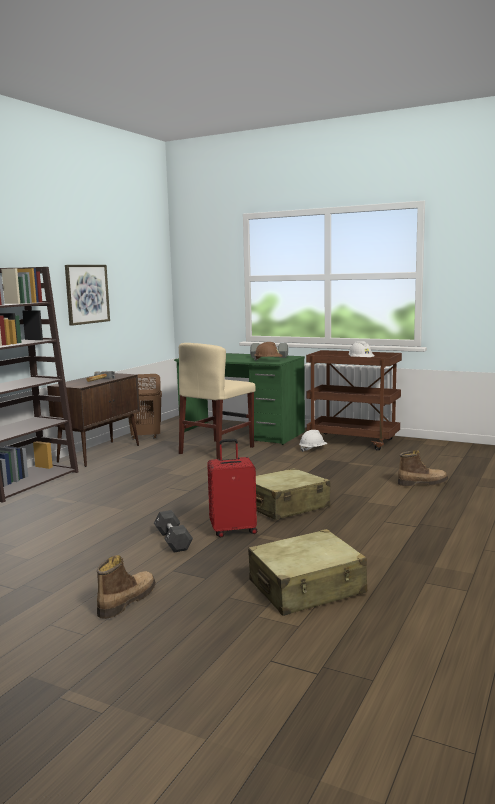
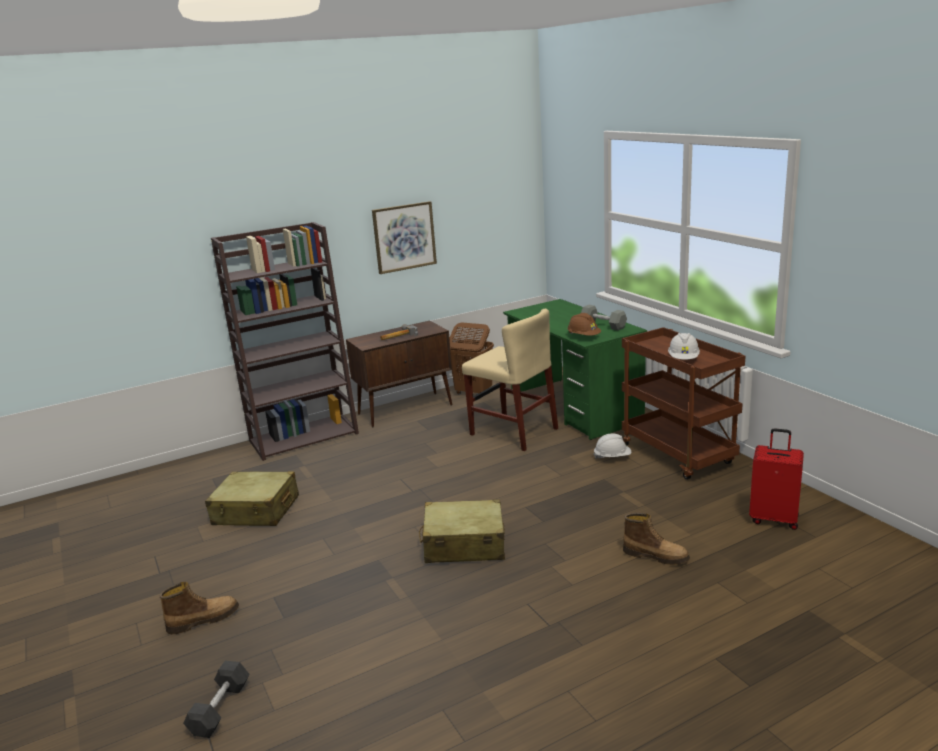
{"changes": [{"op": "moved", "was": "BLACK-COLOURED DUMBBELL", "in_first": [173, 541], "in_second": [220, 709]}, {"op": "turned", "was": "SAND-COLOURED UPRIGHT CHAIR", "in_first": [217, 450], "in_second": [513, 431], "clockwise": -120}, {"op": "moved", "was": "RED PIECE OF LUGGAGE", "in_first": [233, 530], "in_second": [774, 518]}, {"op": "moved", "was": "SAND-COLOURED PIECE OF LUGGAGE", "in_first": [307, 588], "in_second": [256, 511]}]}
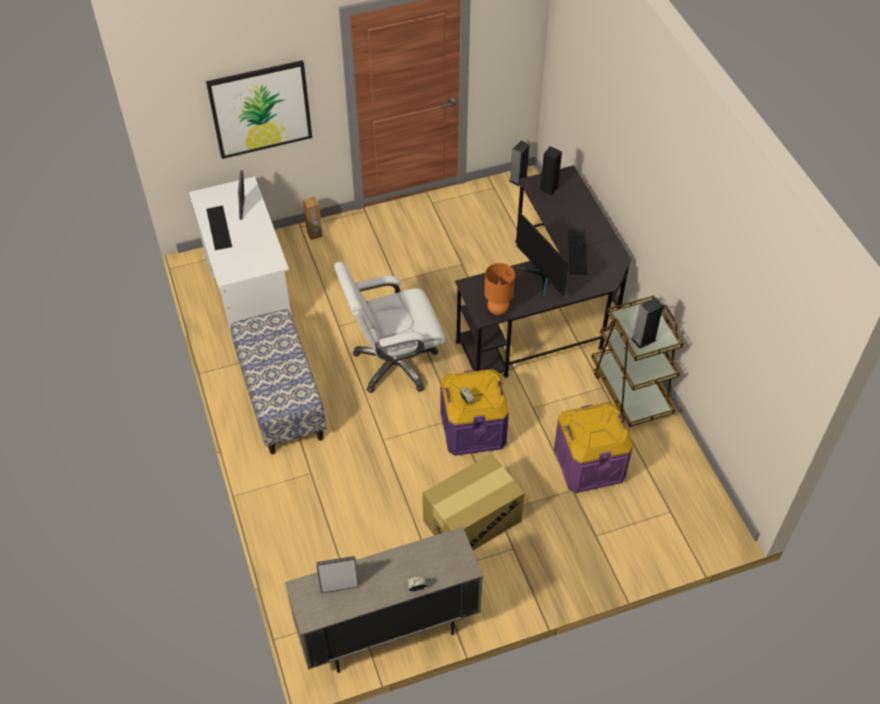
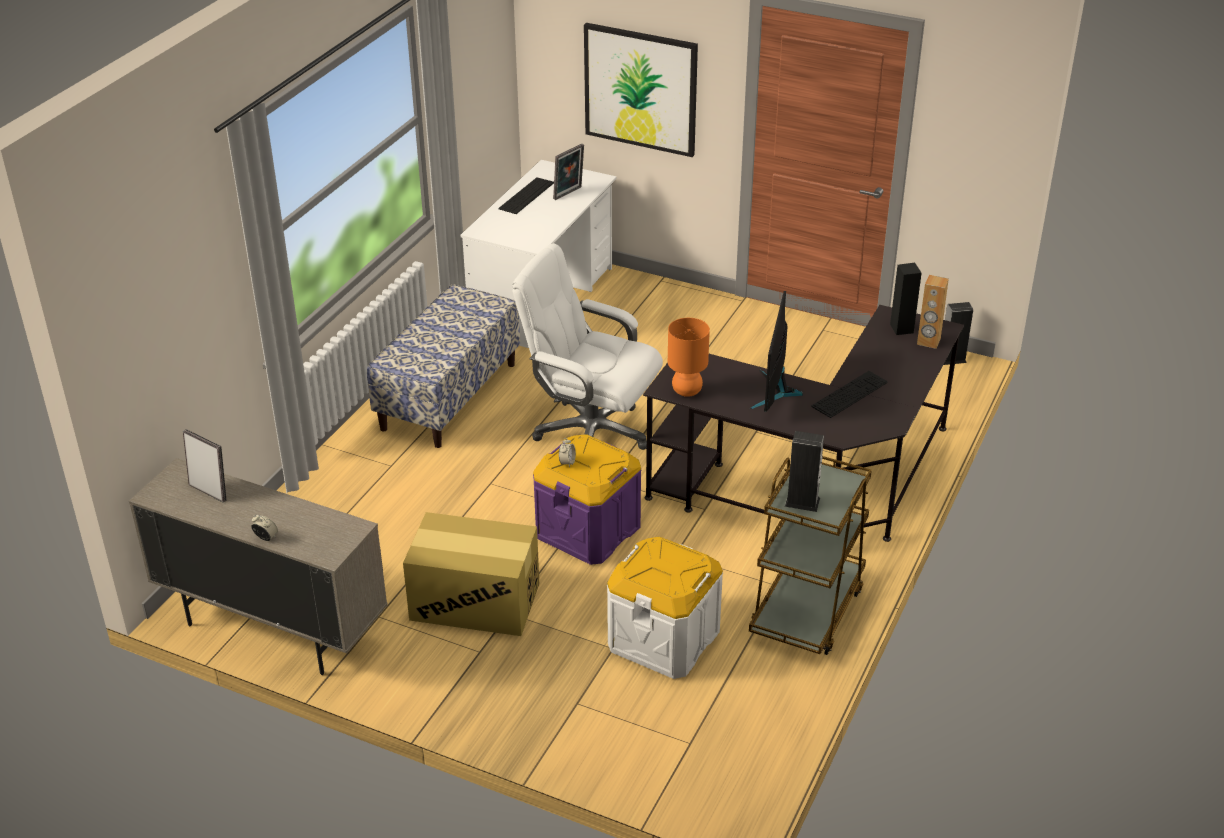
{"changes": [{"op": "moved", "was": "BROWNISH LOUDSPEAKER", "in_first": [315, 234], "in_second": [928, 342]}, {"op": "recoloured", "was": "PURPLE-COLOURED STORAGE CONTAINER", "now": "WHITE-COLOURED STORAGE CONTAINER", "in_first": [589, 463], "in_second": [663, 639]}]}
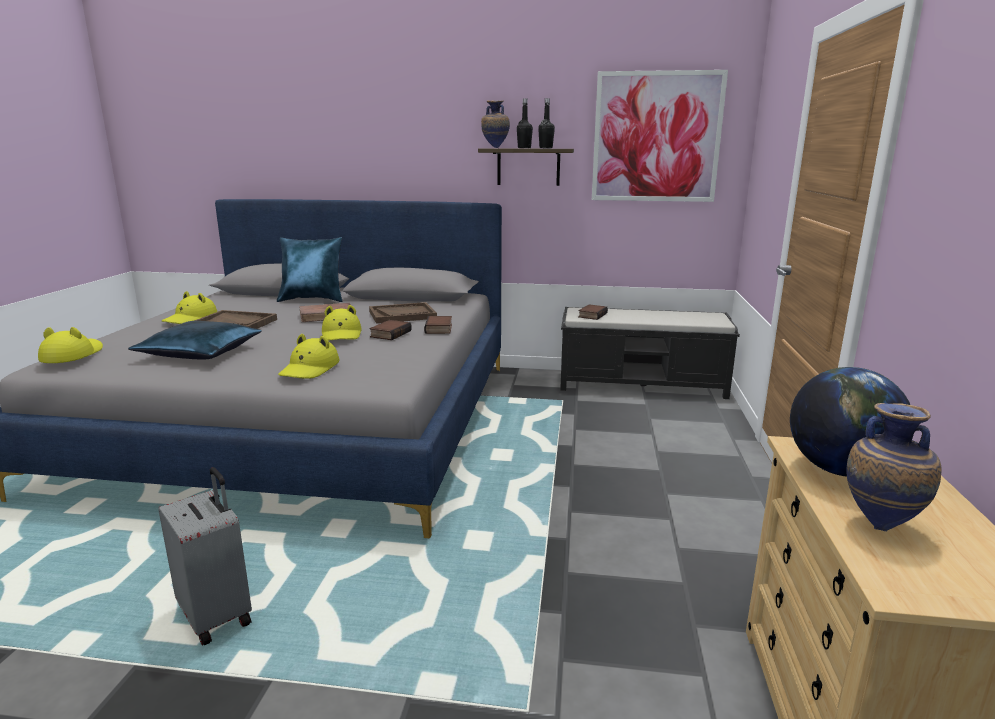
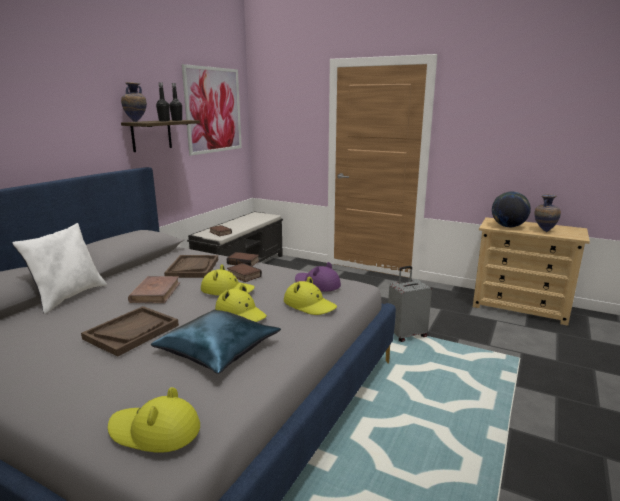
{"changes": [{"op": "moved", "was": "GRAY PIECE OF LUGGAGE", "in_first": [218, 615], "in_second": [406, 335]}, {"op": "moved", "was": "YELLOW CLOTHING HAT", "in_first": [191, 318], "in_second": [241, 314]}, {"op": "recoloured", "was": "BLUISH CUSHION", "now": "WHITE-COLOURED CUSHION", "in_first": [313, 299], "in_second": [69, 297]}, {"op": "added", "now": "PURPLE-COLOURED CLOTHING HAT", "in_second": [317, 284]}]}
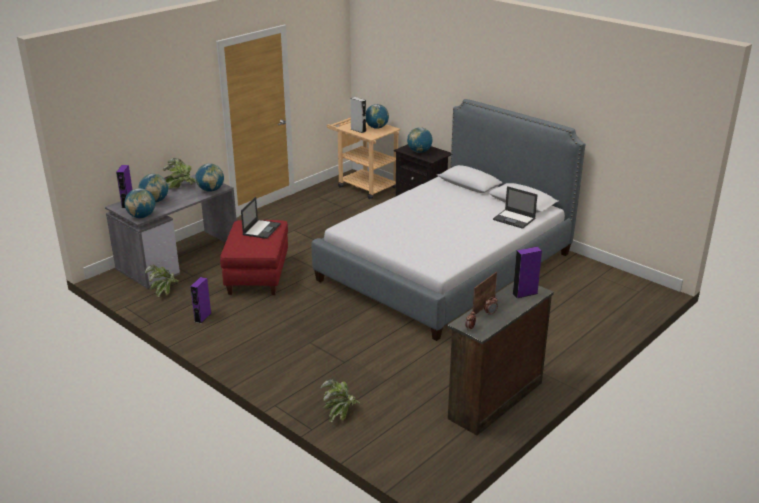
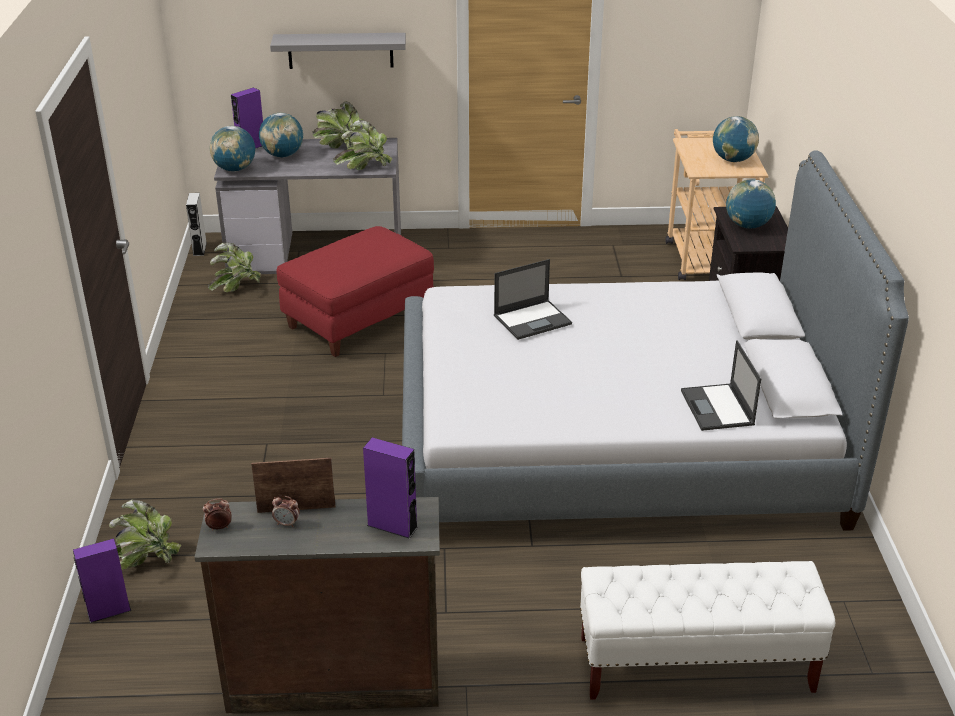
{"changes": [{"op": "moved", "was": "PURPLE-COLOURED LOUDSPEAKER", "in_first": [202, 317], "in_second": [109, 611]}, {"op": "replaced", "was": "GLOBE", "now": "PLANT IN A POT", "in_first": [211, 190], "in_second": [364, 167]}, {"op": "moved", "was": "LAPTOP", "in_first": [261, 229], "in_second": [533, 319]}, {"op": "moved", "was": "GRAY LOUDSPEAKER", "in_first": [358, 130], "in_second": [199, 249]}, {"op": "added", "now": "GRAY SHELF", "in_second": [340, 50]}, {"op": "added", "now": "WHITE-COLOURED INDOOR BENCH", "in_second": [695, 665]}]}
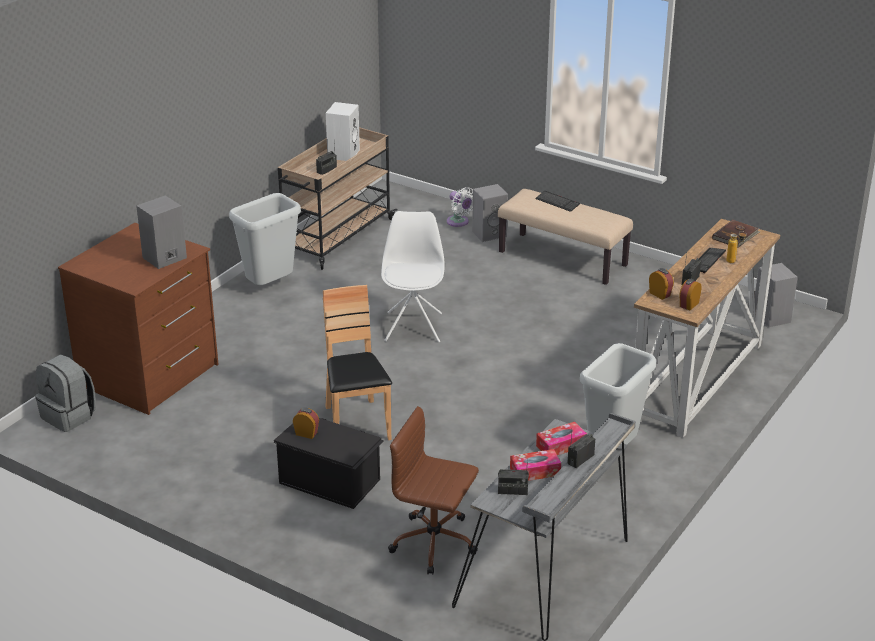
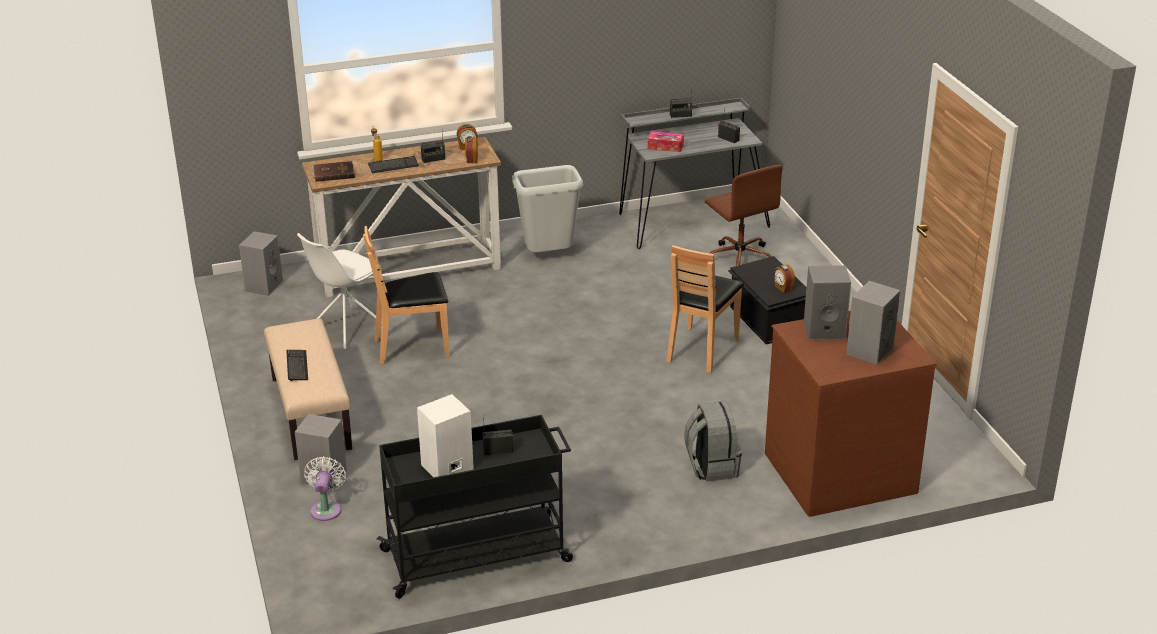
{"changes": [{"op": "moved", "was": "GRAY BACKPACK", "in_first": [69, 416], "in_second": [711, 466]}, {"op": "removed", "was": "GRAY WASTE BIN", "in_first": [270, 286]}, {"op": "recoloured", "was": "SAND-COLOURED TROLLEY", "now": "BLACK-COLOURED TROLLEY", "in_first": [336, 237], "in_second": [478, 555]}, {"op": "moved", "was": "WHITE-COLOURED UPRIGHT CHAIR", "in_first": [413, 326], "in_second": [346, 329]}, {"op": "removed", "was": "BOX OF TISSUES", "in_first": [535, 471]}, {"op": "added", "now": "BROWNISH UPRIGHT CHAIR", "in_second": [412, 347]}, {"op": "added", "now": "GRAY LOUDSPEAKER", "in_second": [869, 350]}]}
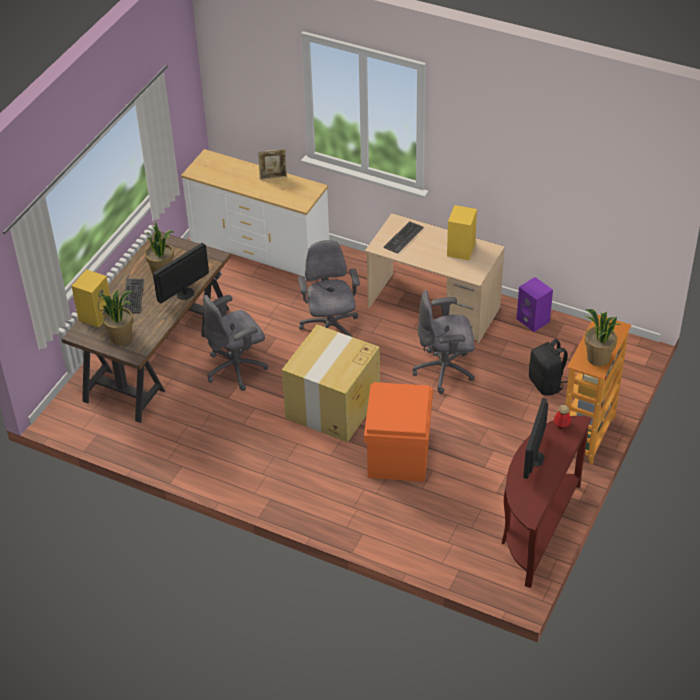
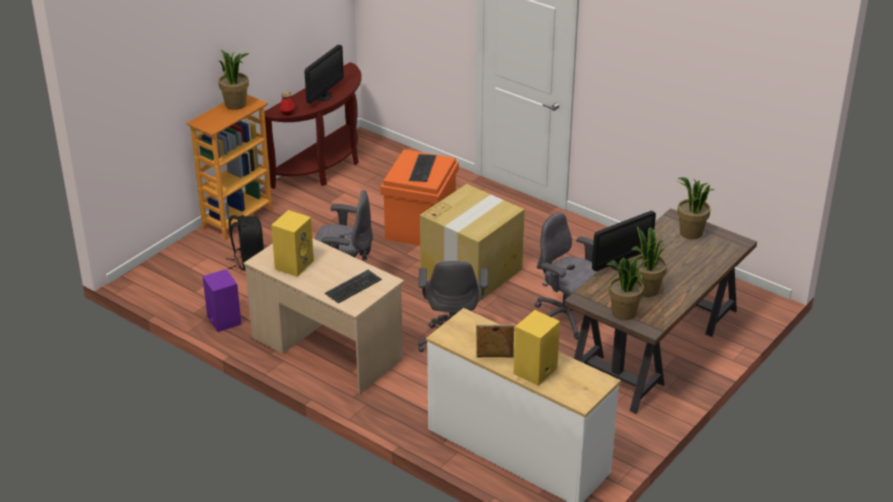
{"changes": [{"op": "moved", "was": "YELLOW LOUDSPEAKER", "in_first": [95, 314], "in_second": [535, 372]}, {"op": "moved", "was": "COMPUTER KEYBOARD", "in_first": [133, 296], "in_second": [422, 168]}, {"op": "turned", "was": "GRAY DESK CHAIR", "in_first": [237, 368], "in_second": [566, 319], "clockwise": -120}, {"op": "added", "now": "PLANT IN A POT", "in_second": [624, 313]}]}
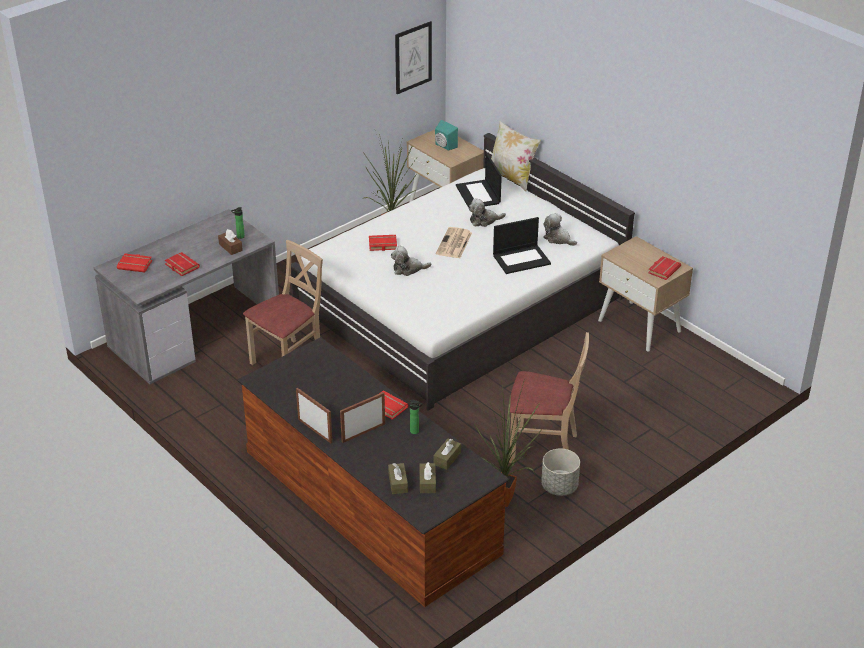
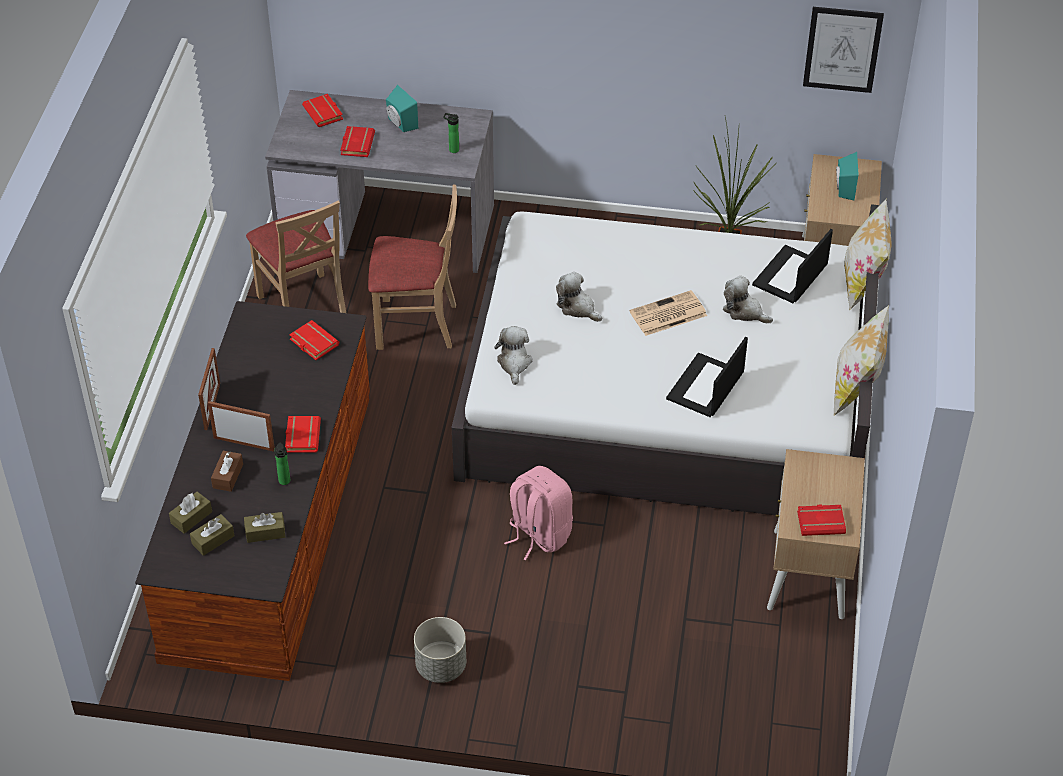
{"changes": [{"op": "moved", "was": "BROWNISH BOX OF TISSUES", "in_first": [230, 247], "in_second": [228, 476]}, {"op": "moved", "was": "RED BOUND BOOK", "in_first": [382, 245], "in_second": [312, 343]}, {"op": "removed", "was": "PLANT IN A POT", "in_first": [506, 502]}, {"op": "turned", "was": "LAPTOP", "in_first": [522, 259], "in_second": [705, 387], "clockwise": 90}, {"op": "moved", "was": "SAND-COLOURED UPRIGHT CHAIR", "in_first": [543, 447], "in_second": [303, 306]}, {"op": "moved", "was": "CUDDLY TOY", "in_first": [558, 239], "in_second": [514, 363]}, {"op": "added", "now": "BLUE-GREEN LOUDSPEAKER", "in_second": [400, 124]}, {"op": "added", "now": "PINK BACKPACK", "in_second": [538, 534]}, {"op": "added", "now": "CUSHION", "in_second": [856, 388]}]}
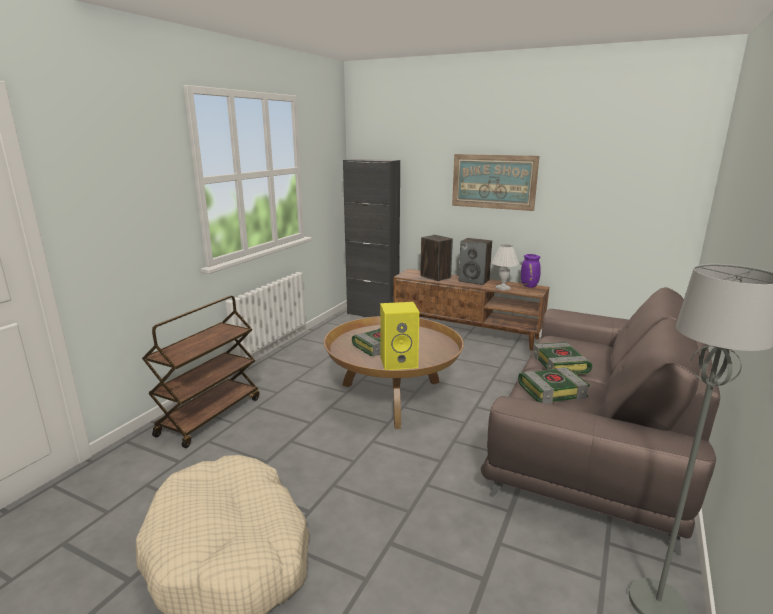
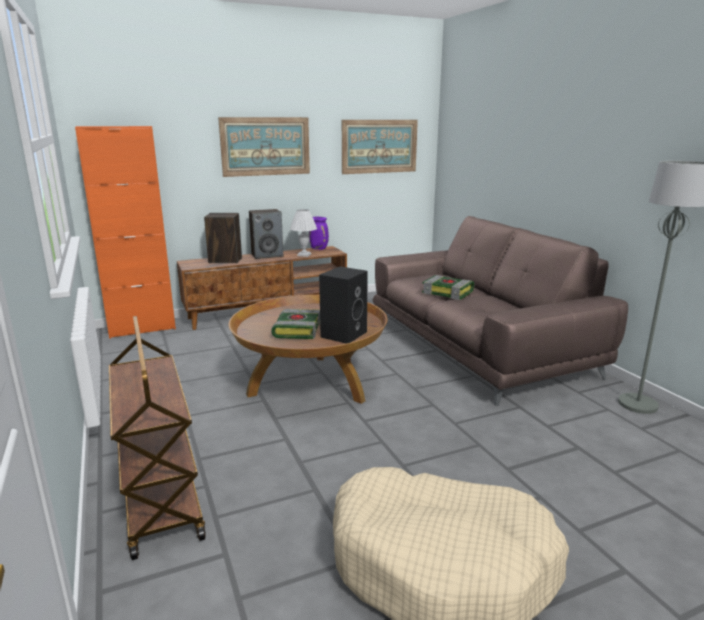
{"changes": [{"op": "recoloured", "was": "BLACK-COLOURED CABINET", "now": "ORANGE CABINET", "in_first": [373, 314], "in_second": [142, 329]}, {"op": "recoloured", "was": "YELLOW LOUDSPEAKER", "now": "BLACK-COLOURED LOUDSPEAKER", "in_first": [399, 362], "in_second": [343, 334]}, {"op": "removed", "was": "BOUND BOOK", "in_first": [552, 391]}, {"op": "added", "now": "PICTURE", "in_second": [379, 146]}]}
